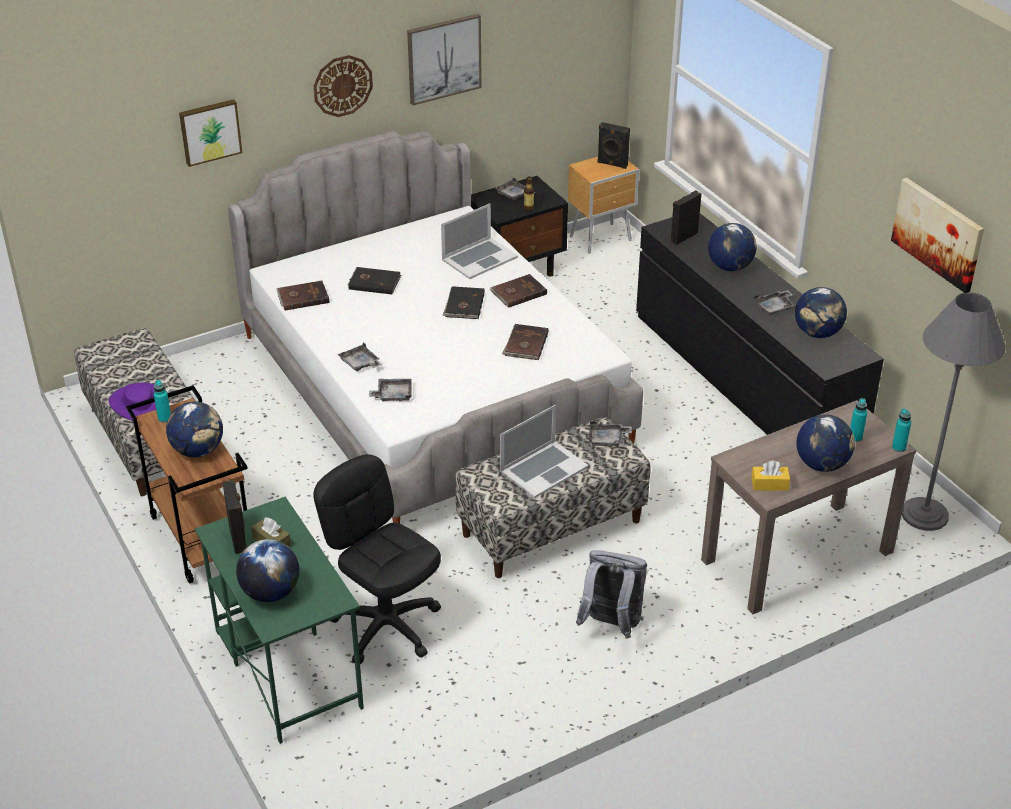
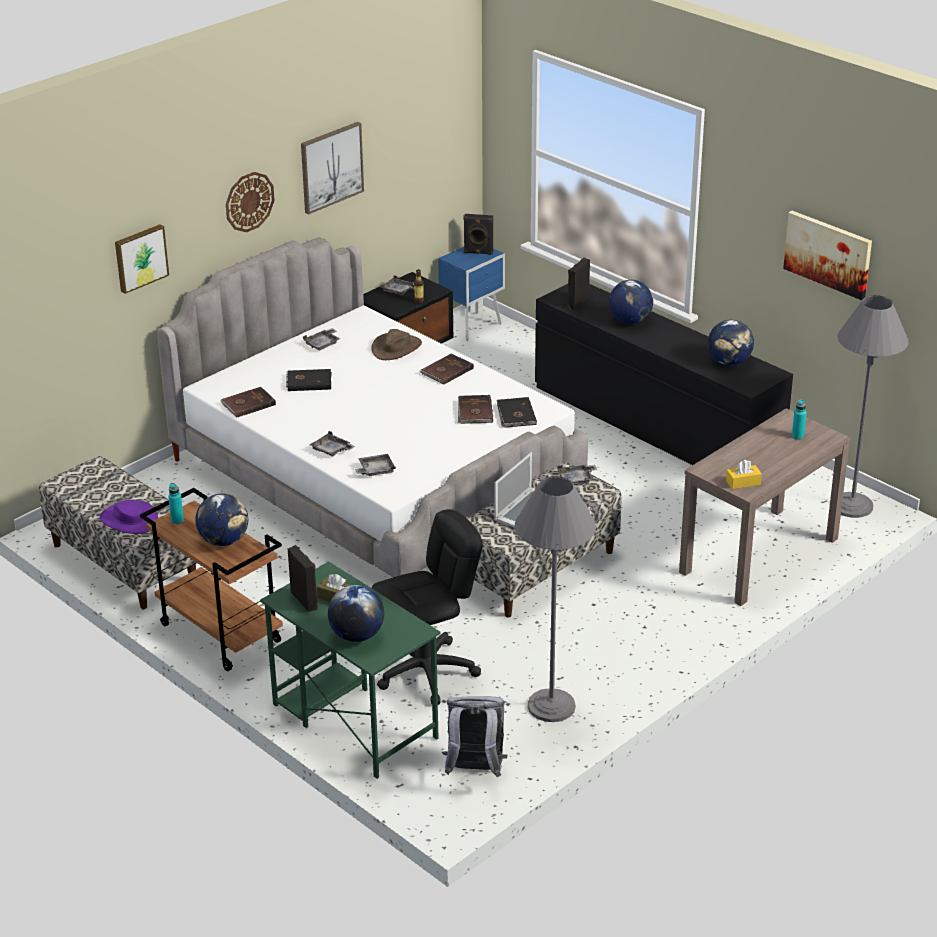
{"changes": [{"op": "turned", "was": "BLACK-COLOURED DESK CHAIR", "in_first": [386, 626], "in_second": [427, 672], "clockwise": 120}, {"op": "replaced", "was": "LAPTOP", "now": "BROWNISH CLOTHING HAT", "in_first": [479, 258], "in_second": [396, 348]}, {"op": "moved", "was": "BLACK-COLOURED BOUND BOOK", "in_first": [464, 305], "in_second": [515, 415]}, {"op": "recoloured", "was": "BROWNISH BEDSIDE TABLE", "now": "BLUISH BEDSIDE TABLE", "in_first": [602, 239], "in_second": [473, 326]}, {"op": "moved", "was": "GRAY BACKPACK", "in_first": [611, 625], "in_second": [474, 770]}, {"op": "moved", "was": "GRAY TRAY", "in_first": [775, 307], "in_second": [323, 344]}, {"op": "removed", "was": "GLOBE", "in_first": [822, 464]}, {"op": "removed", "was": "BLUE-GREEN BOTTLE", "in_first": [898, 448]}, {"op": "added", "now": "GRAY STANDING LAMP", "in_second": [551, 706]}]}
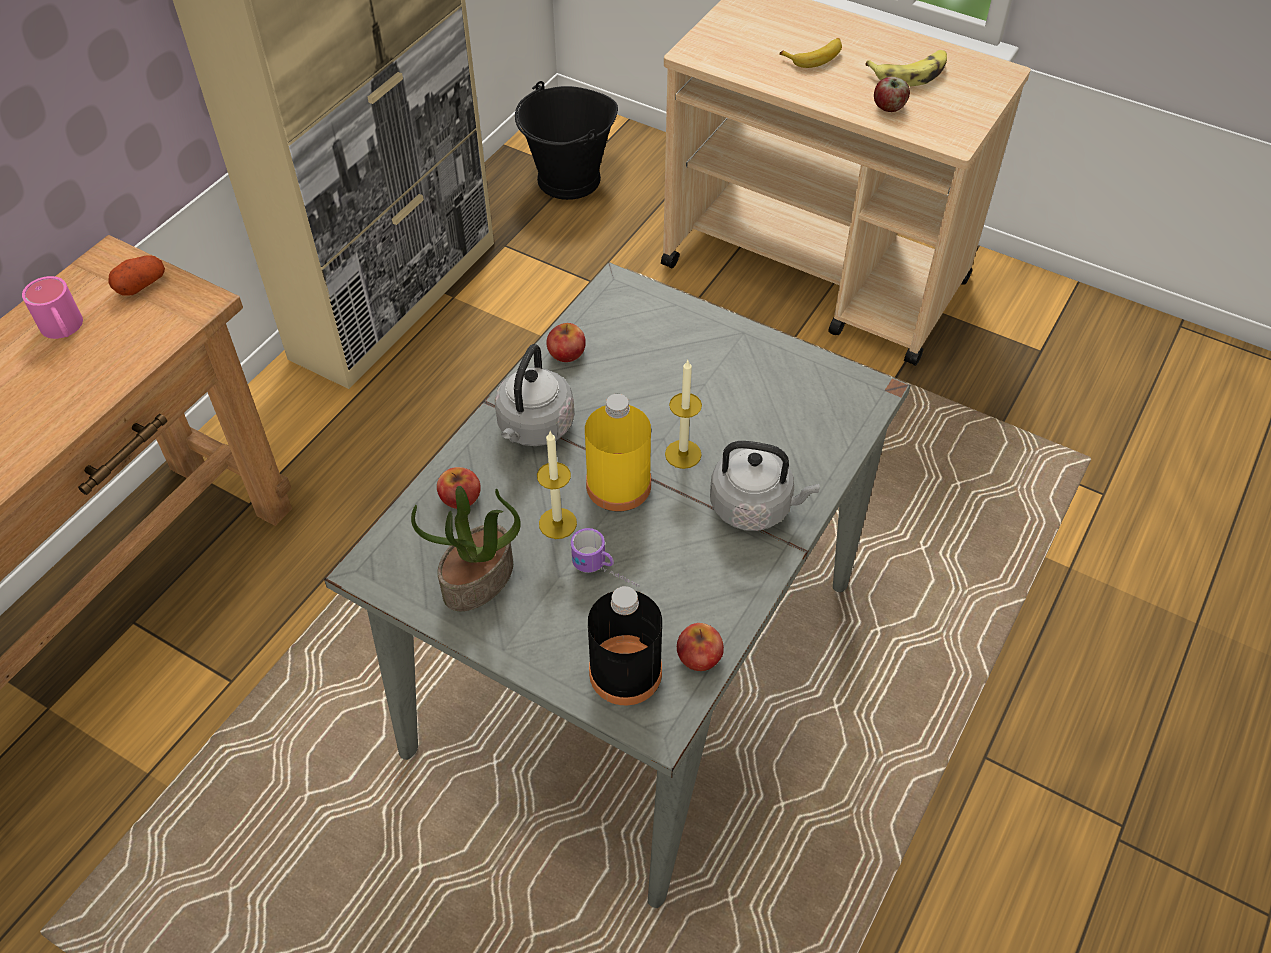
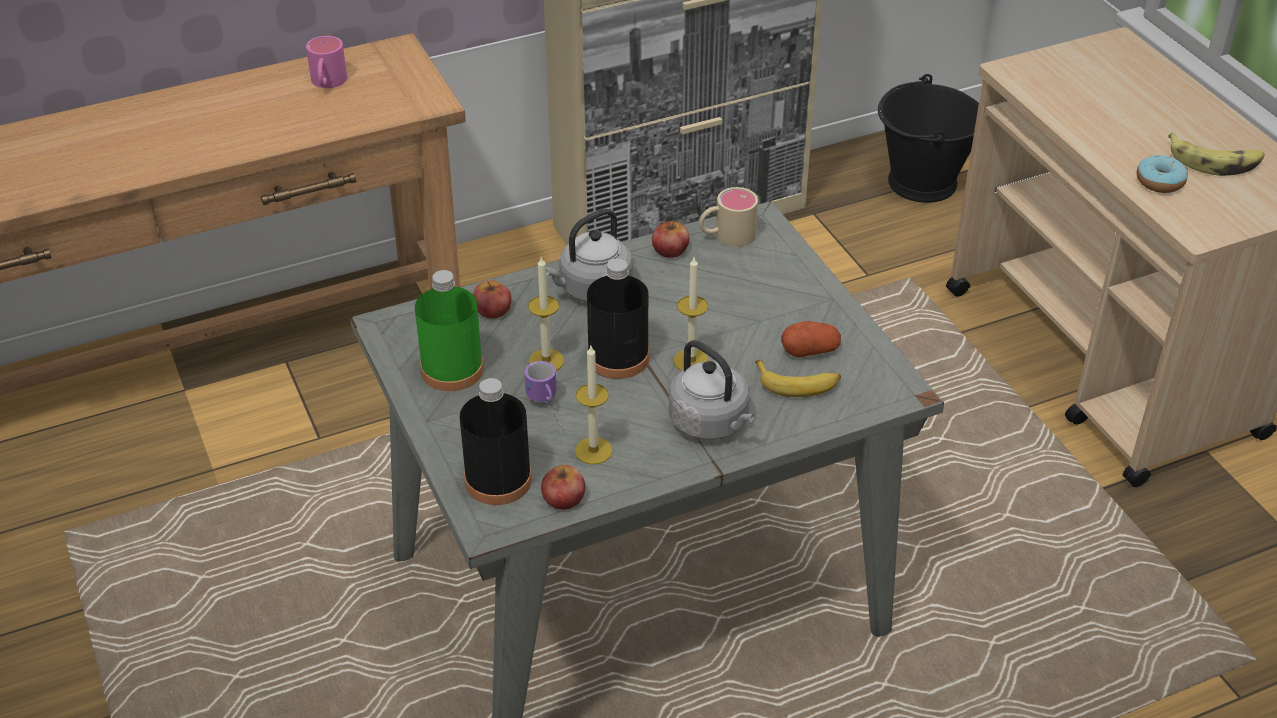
{"changes": [{"op": "moved", "was": "POTATO", "in_first": [141, 285], "in_second": [810, 350]}, {"op": "replaced", "was": "PLANT IN A POT", "now": "GREENISH BOTTLE", "in_first": [478, 581], "in_second": [452, 370]}, {"op": "recoloured", "was": "YELLOW BOTTLE", "now": "BLACK-COLOURED BOTTLE", "in_first": [618, 485], "in_second": [618, 358]}, {"op": "moved", "was": "WHOLE BANANA", "in_first": [814, 57], "in_second": [798, 384]}, {"op": "replaced", "was": "WHOLE APPLE", "now": "DOUGHNUT", "in_first": [889, 108], "in_second": [1159, 182]}, {"op": "added", "now": "CANDLE", "in_second": [593, 451]}, {"op": "added", "now": "SAND-COLOURED TEA MUG", "in_second": [726, 236]}]}
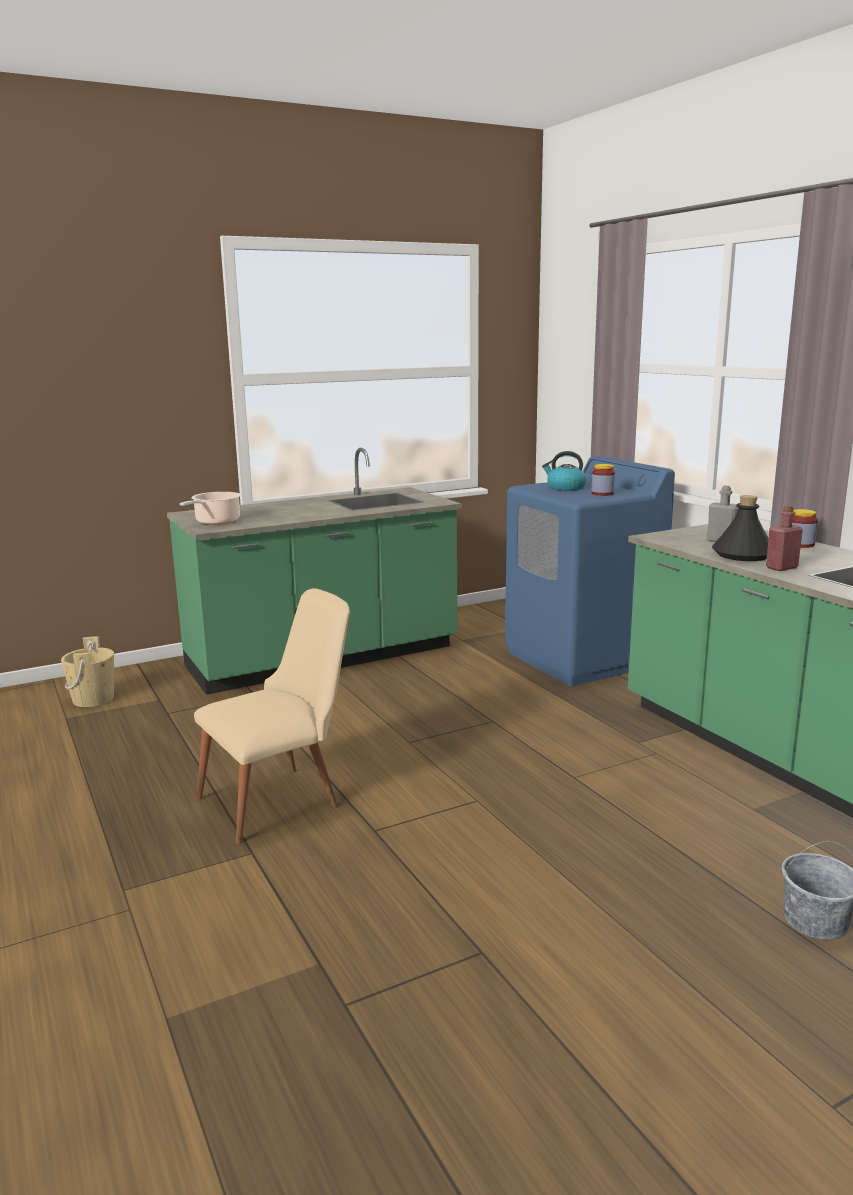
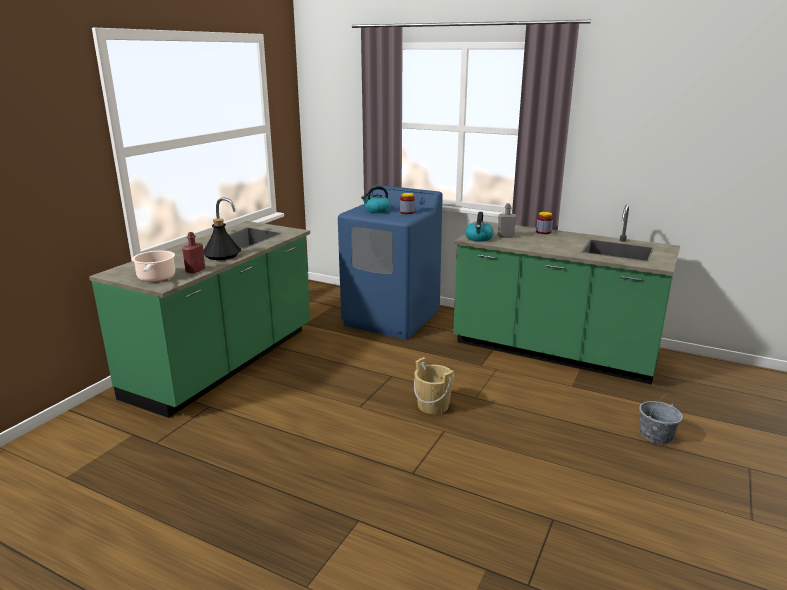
{"changes": [{"op": "moved", "was": "SAND-COLOURED BUCKET", "in_first": [93, 699], "in_second": [433, 405]}, {"op": "removed", "was": "SAND-COLOURED UPRIGHT CHAIR", "in_first": [282, 800]}, {"op": "moved", "was": "BLACK-COLOURED BOTTLE", "in_first": [743, 555], "in_second": [222, 255]}, {"op": "moved", "was": "RED BOTTLE", "in_first": [781, 568], "in_second": [195, 270]}, {"op": "added", "now": "TEA KETTLE", "in_second": [479, 238]}]}
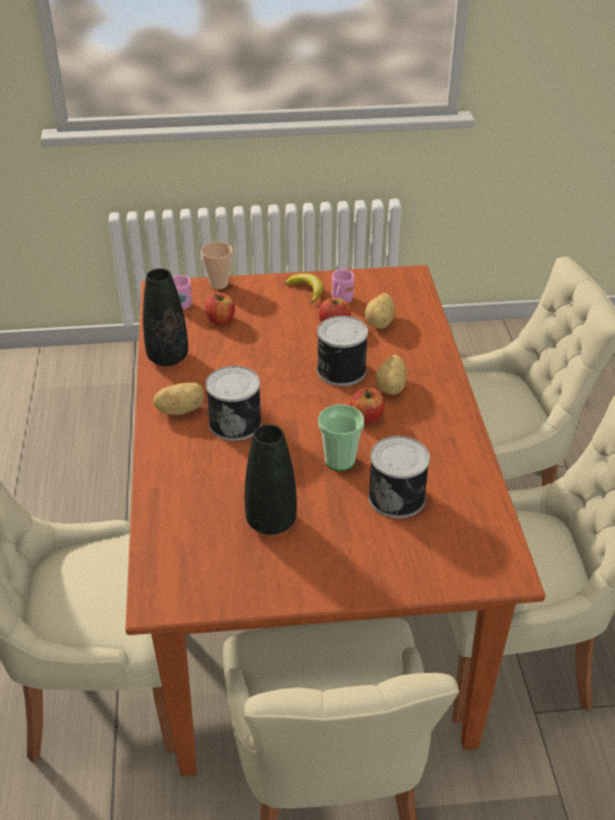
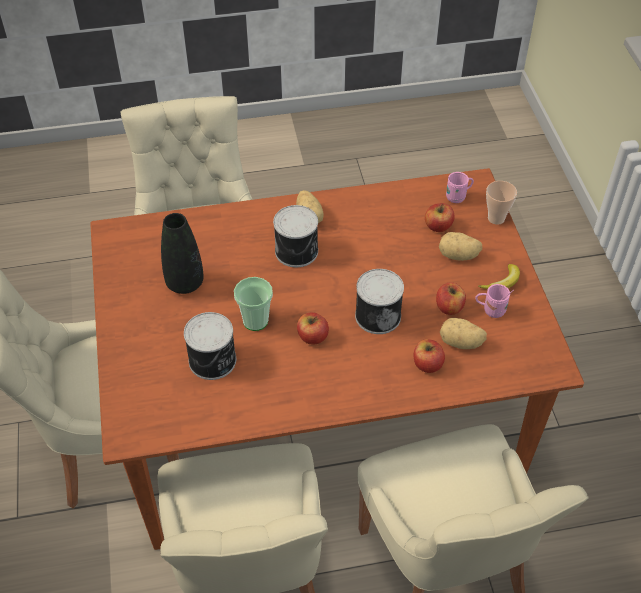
{"changes": [{"op": "removed", "was": "BLACK-COLOURED FLOWER VASE", "in_first": [168, 357]}, {"op": "moved", "was": "POTATO", "in_first": [392, 387], "in_second": [458, 256]}, {"op": "added", "now": "WHOLE APPLE", "in_second": [427, 364]}]}
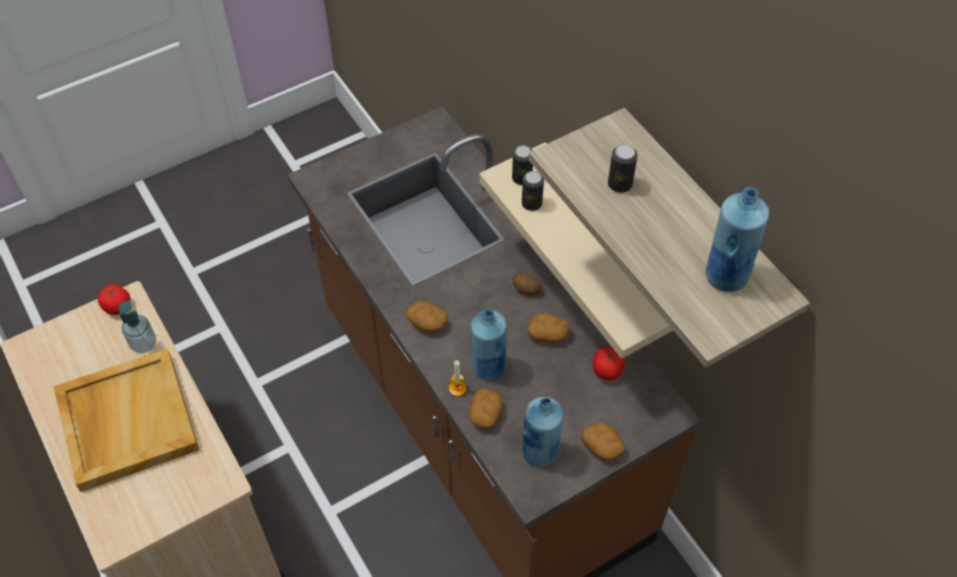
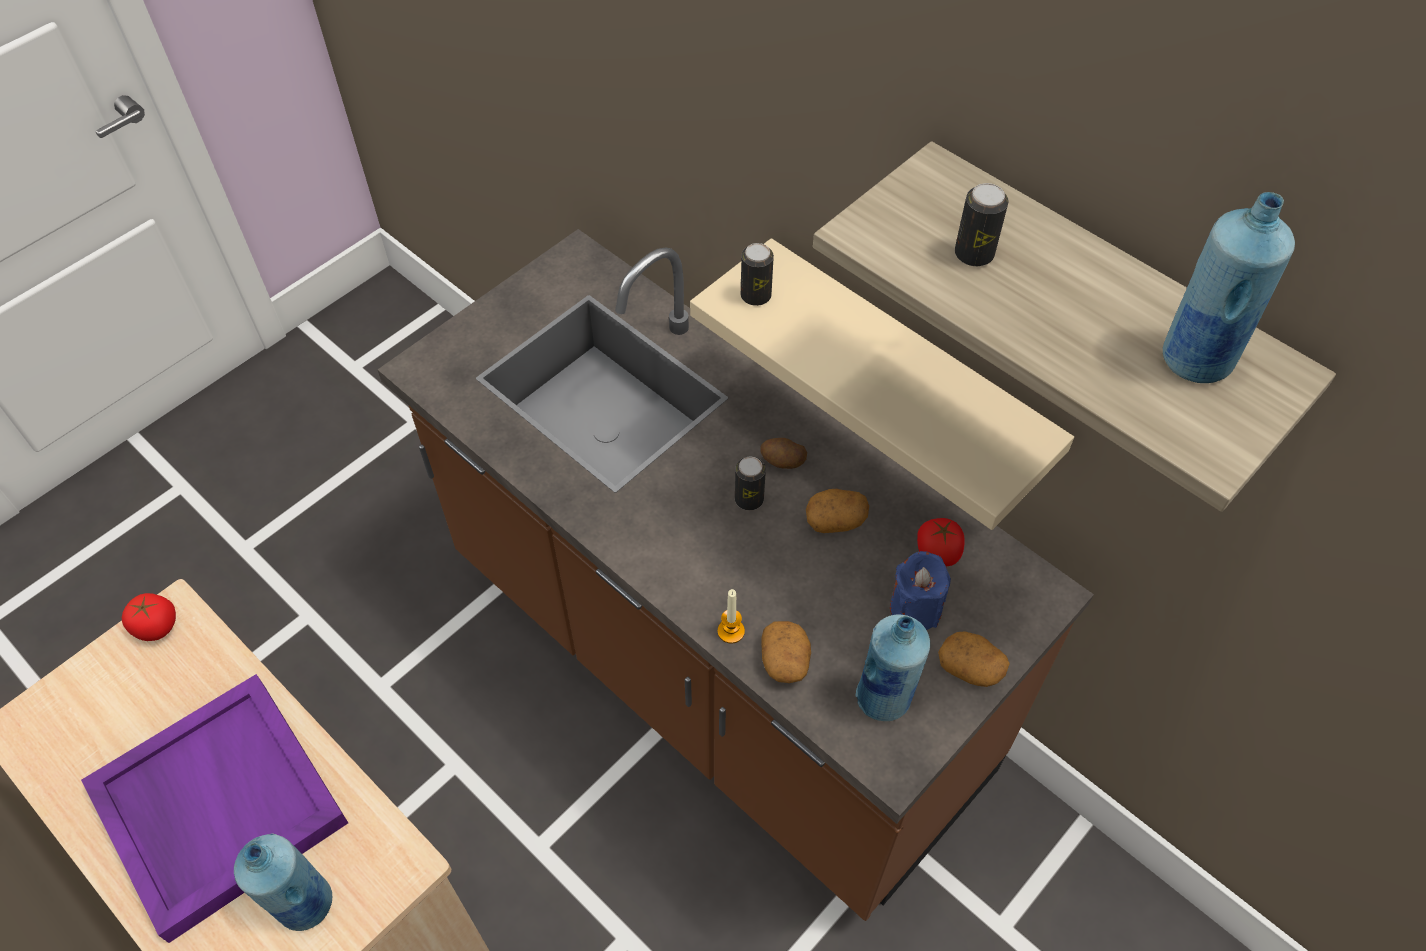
{"changes": [{"op": "recoloured", "was": "SAND-COLOURED TRAY", "now": "PURPLE-COLOURED TRAY", "in_first": [126, 421], "in_second": [216, 805]}, {"op": "removed", "was": "LIQUID SOAP BOTTLE", "in_first": [143, 344]}, {"op": "removed", "was": "POTATO", "in_first": [427, 323]}, {"op": "moved", "was": "BLUISH BOTTLE", "in_first": [488, 367], "in_second": [304, 904]}, {"op": "moved", "was": "SEALED CAN", "in_first": [531, 203], "in_second": [749, 499]}, {"op": "added", "now": "BLUISH CANDLE", "in_second": [915, 608]}]}
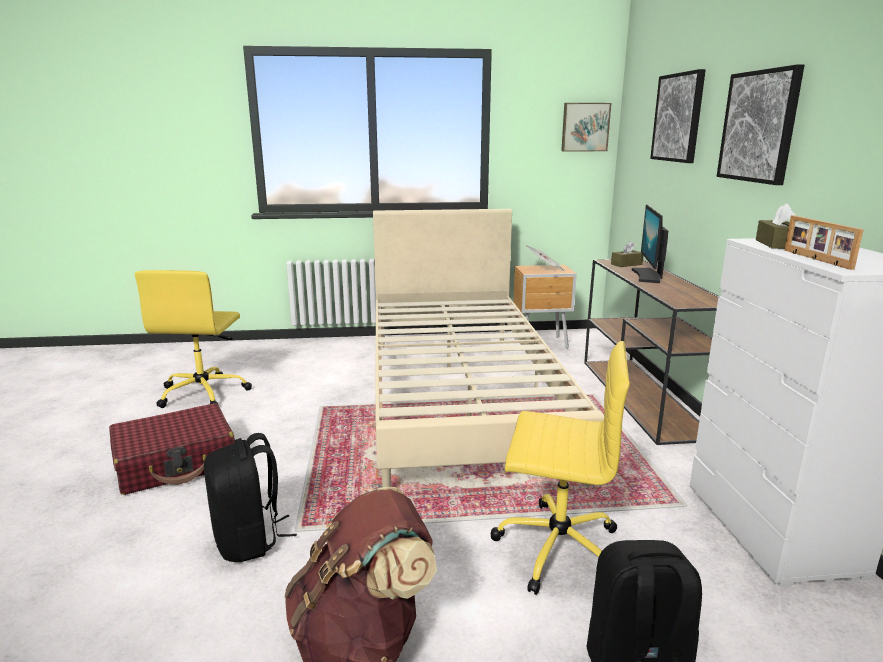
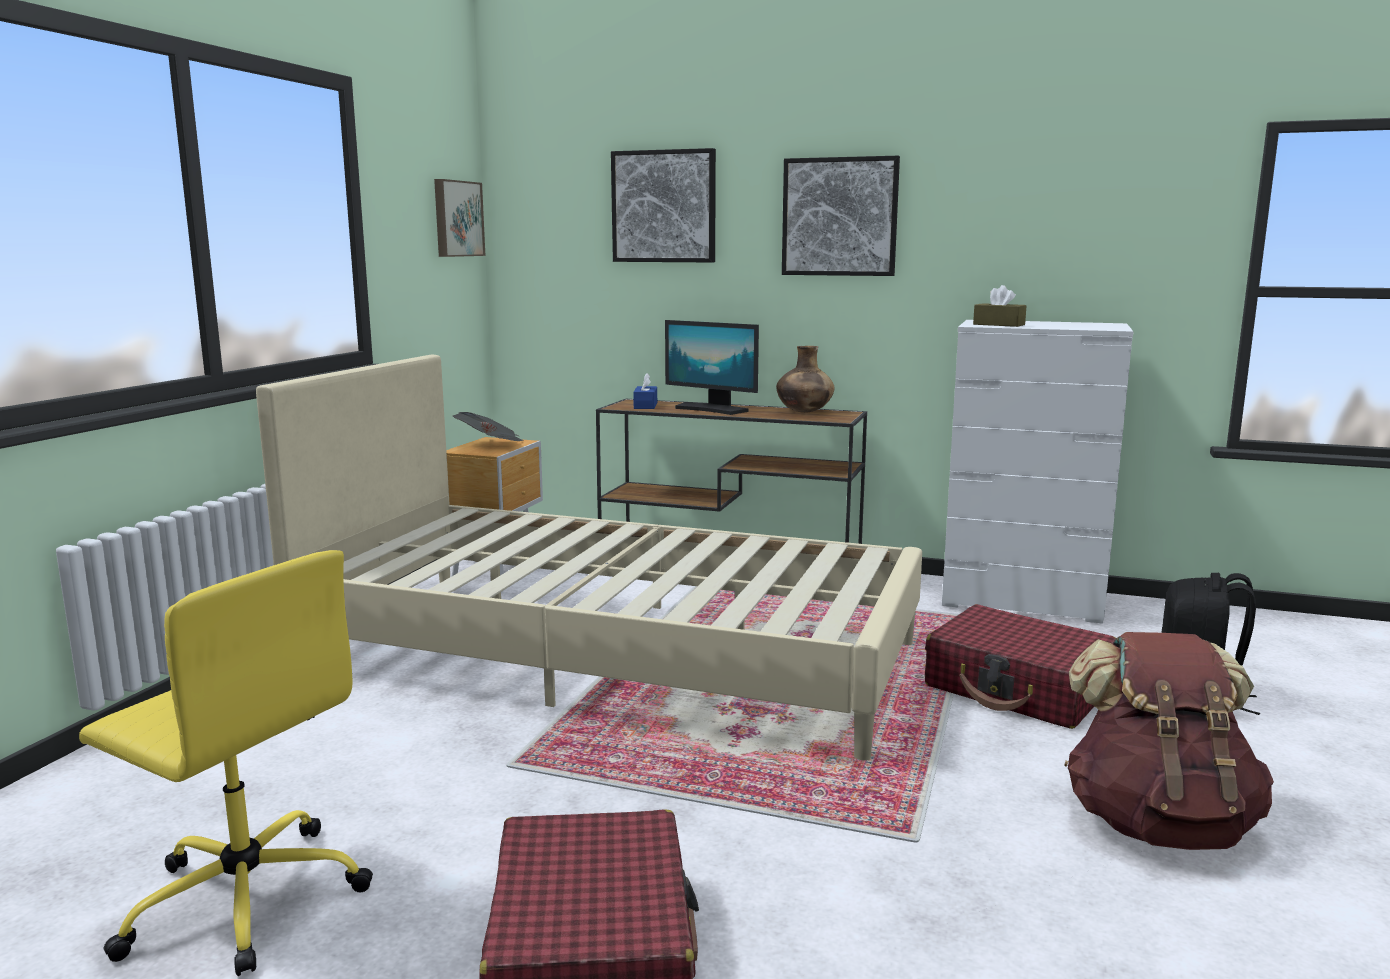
{"changes": [{"op": "removed", "was": "BLACK-COLOURED BACKPACK", "in_first": [249, 540]}, {"op": "replaced", "was": "YELLOW DESK CHAIR", "now": "RED PIECE OF LUGGAGE", "in_first": [555, 547], "in_second": [1018, 688]}, {"op": "recoloured", "was": "BROWNISH BOX OF TISSUES", "now": "BLUISH BOX OF TISSUES", "in_first": [626, 264], "in_second": [645, 405]}, {"op": "removed", "was": "STANDING FRAME", "in_first": [815, 259]}, {"op": "added", "now": "BROWNISH FLOWER VASE", "in_second": [804, 412]}]}
